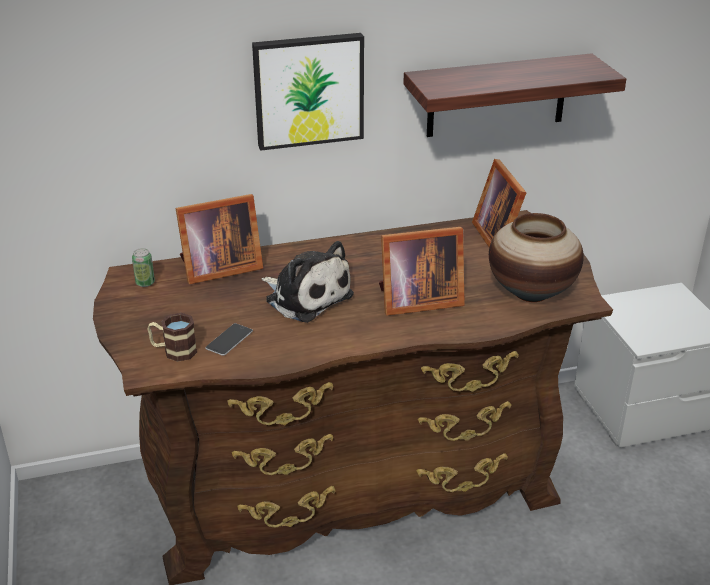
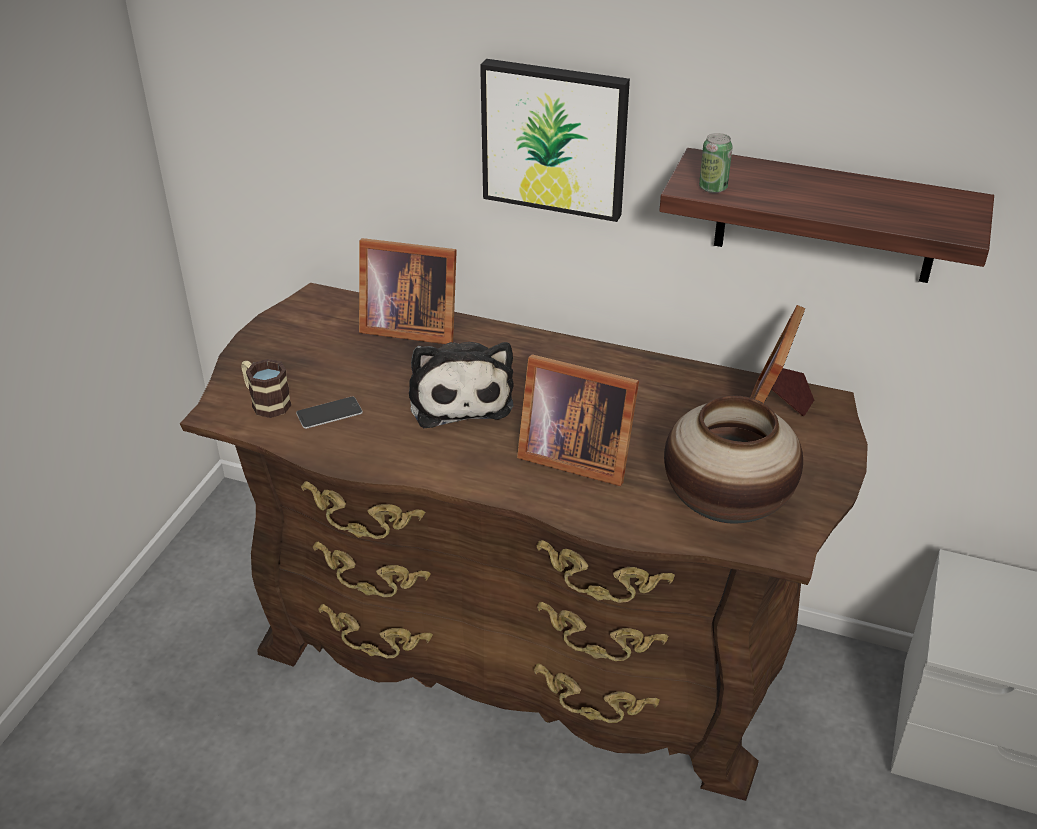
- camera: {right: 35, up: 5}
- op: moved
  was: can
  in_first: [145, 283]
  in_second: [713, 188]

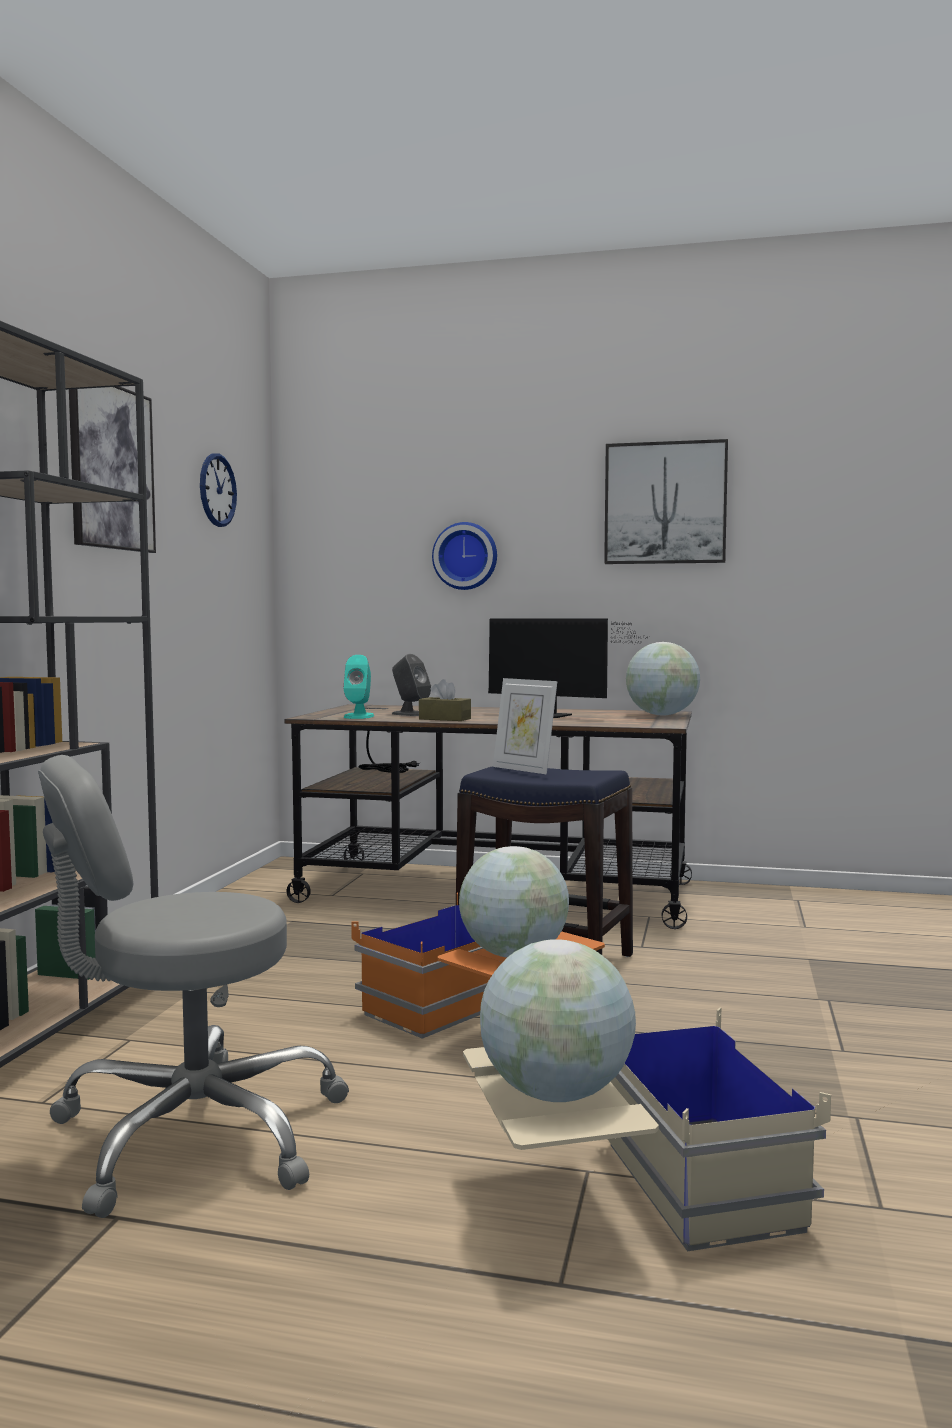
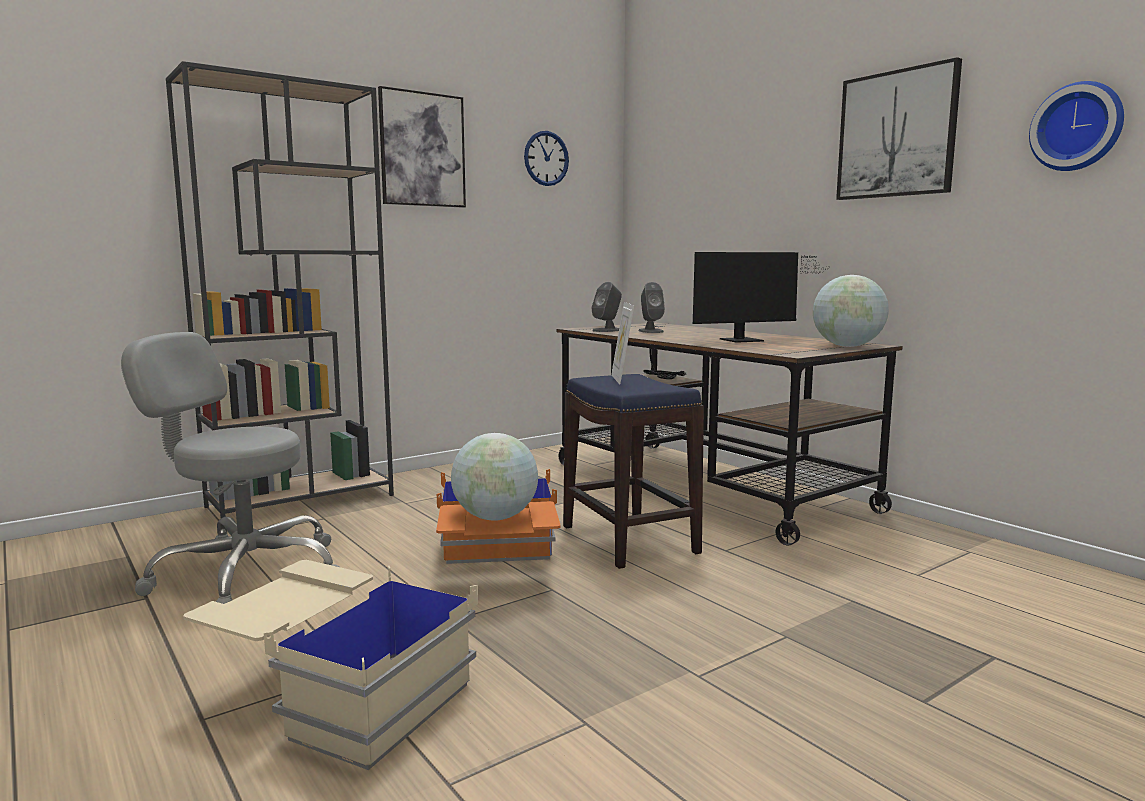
- camera: {right: 40, up: 5}
- op: removed
  was: brown tissue box
  in_first: [445, 719]
- op: removed
  was: globe
  in_first: [556, 1094]
- op: moved
  was: wall clock
  in_first: [466, 556]
  in_second: [1078, 127]
- op: recoloured
  was: turquoise speaker
  now: grey speaker
  in_first: [359, 716]
  in_second: [607, 330]
- op: turned
  was: monitor
  in_first: [553, 716]
  in_second: [747, 340]
  clockwise: -90

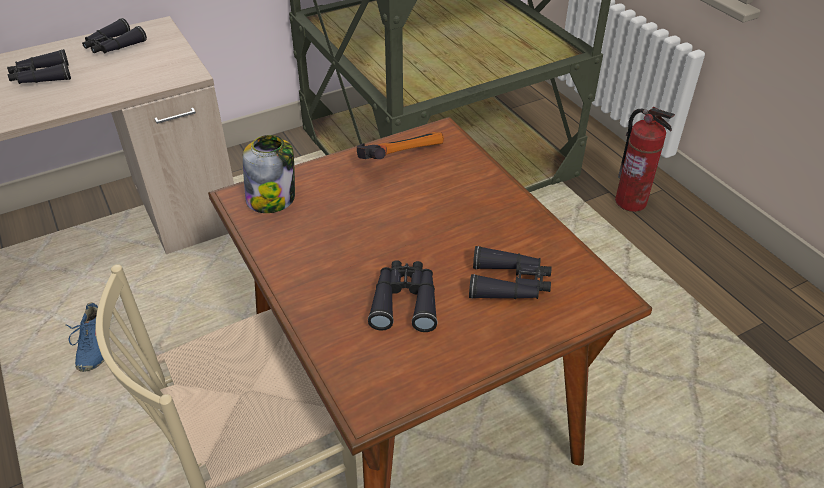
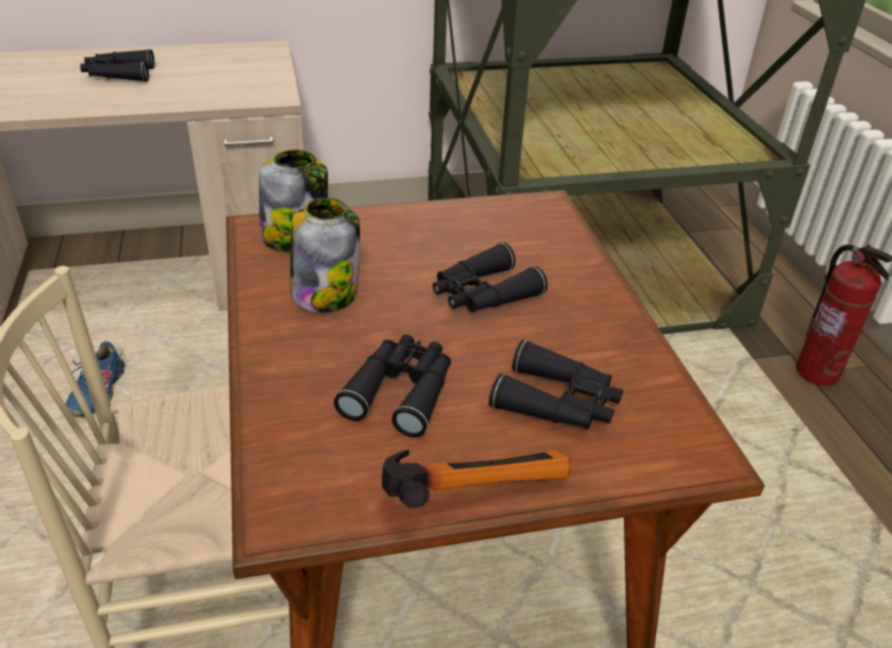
- camera: {right: 15, up: -5}
- op: added
  now: jar
  in_second: [325, 293]
- op: moved
  was: black binoculars
  in_first: [113, 46]
  in_second: [483, 294]
- op: moved
  was: hammer
  in_first: [398, 157]
  in_second: [471, 488]

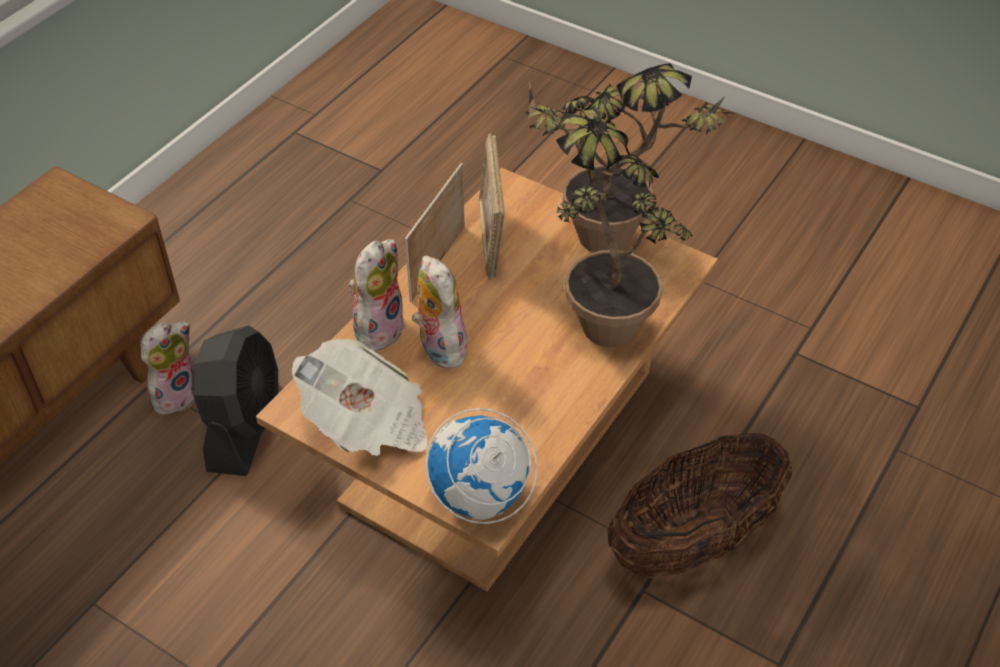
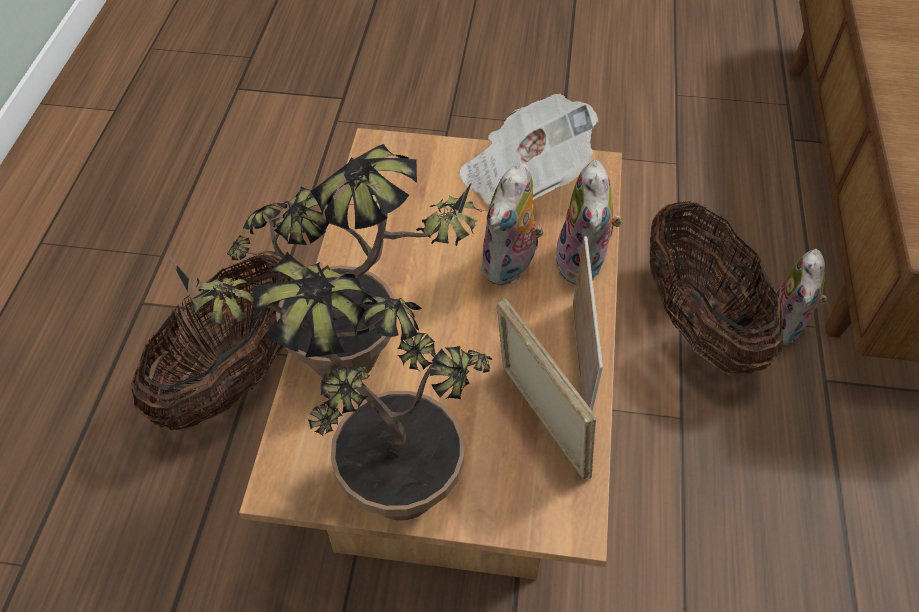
- camera: {right: 155, up: 5}
- op: removed
  was: globe
  in_first: [479, 497]
- op: replaced
  was: black fan
  now: basket
  in_first: [244, 425]
  in_second: [698, 323]
- op: turned
  was: plush toy
  in_first: [439, 347]
  in_second: [510, 266]
  clockwise: 75

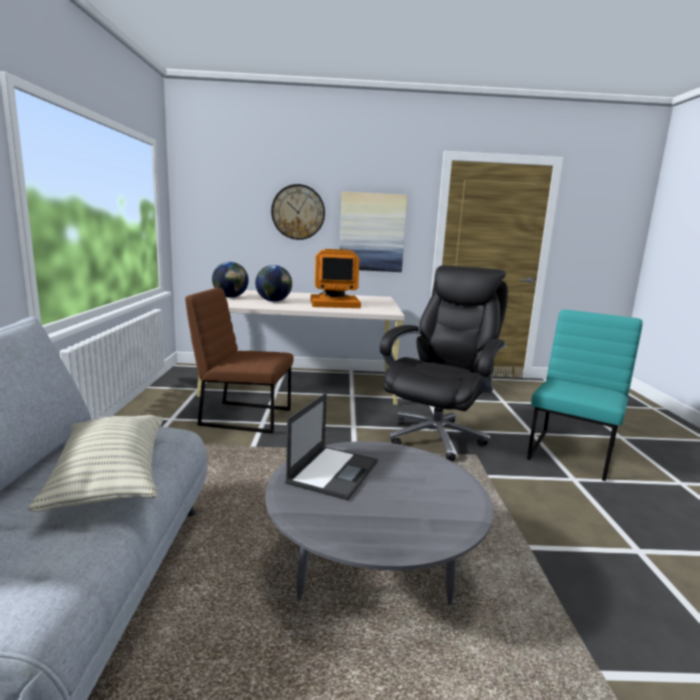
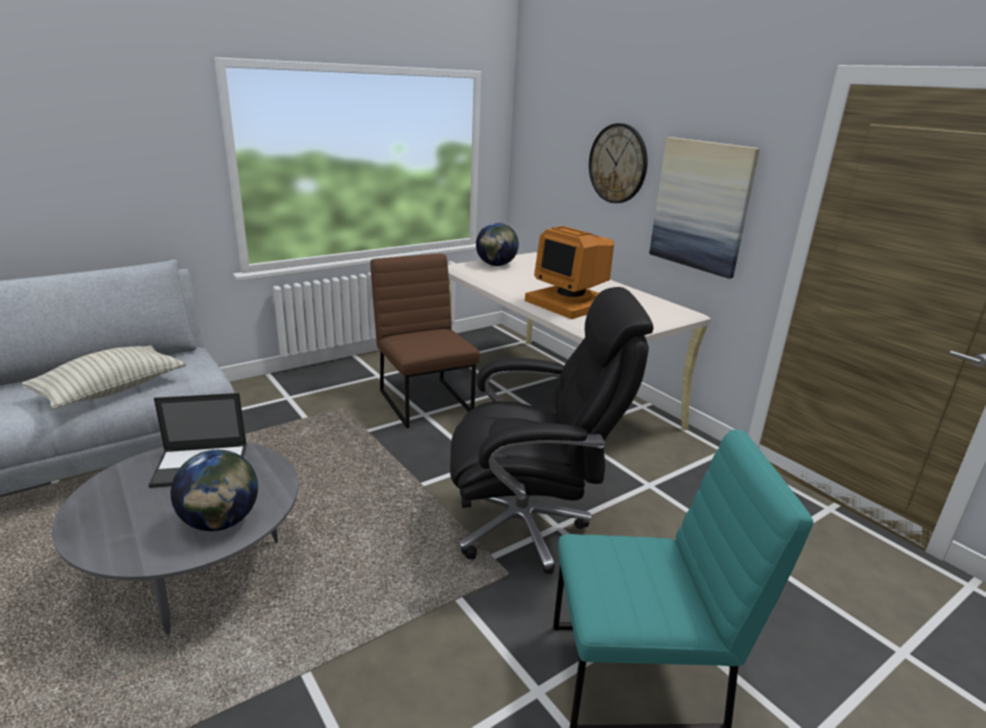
- camera: {right: 55, up: 10}
- op: moved
  was: globe
  in_first: [274, 301]
  in_second: [221, 522]

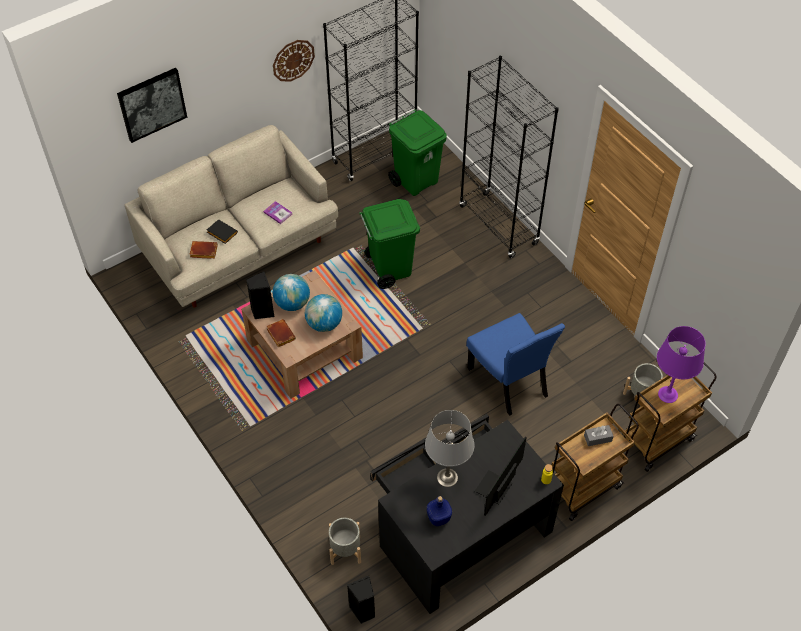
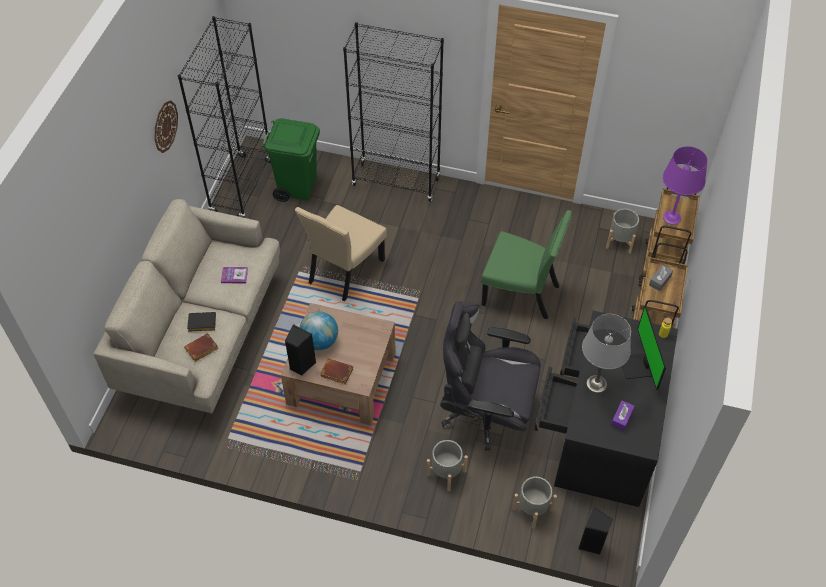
- camera: {right: -40, up: 0}
- op: removed
  was: picture
  in_first: [152, 104]
- op: removed
  was: globe
  in_first: [324, 324]
- op: added
  now: grey planter
  in_second: [446, 473]
- op: added
  now: black office chair
  in_second: [488, 413]
- op: replaced
  was: green trash can
  now: beige chair
  in_first: [389, 268]
  in_second: [345, 269]
- op: replaced
  was: blue bottle
  now: purple tissue box
  in_first: [438, 518]
  in_second: [621, 418]
- op: recoloured
  was: blue chair
  now: green chair
  in_first: [508, 379]
  in_second: [519, 293]

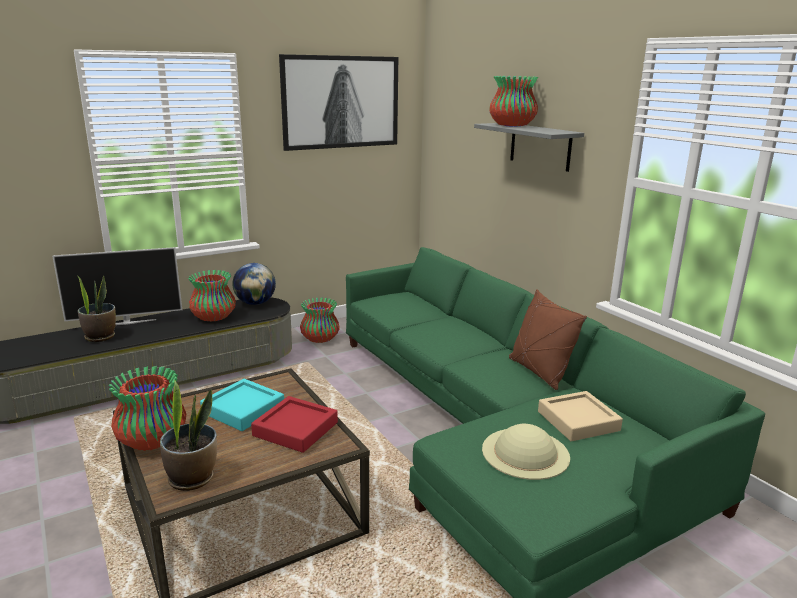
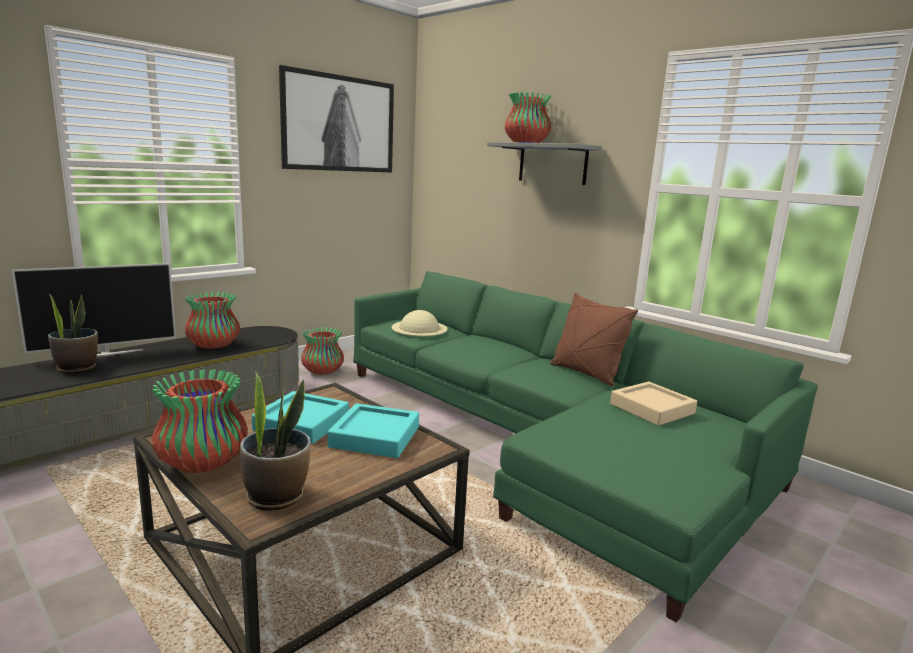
- camera: {right: -15, up: -5}
- op: removed
  was: globe
  in_first: [255, 303]
- op: moved
  was: beige hat
  in_first: [525, 453]
  in_second: [419, 328]
- op: recoloured
  was: red tray
  now: turquoise tray
  in_first: [295, 429]
  in_second: [375, 437]

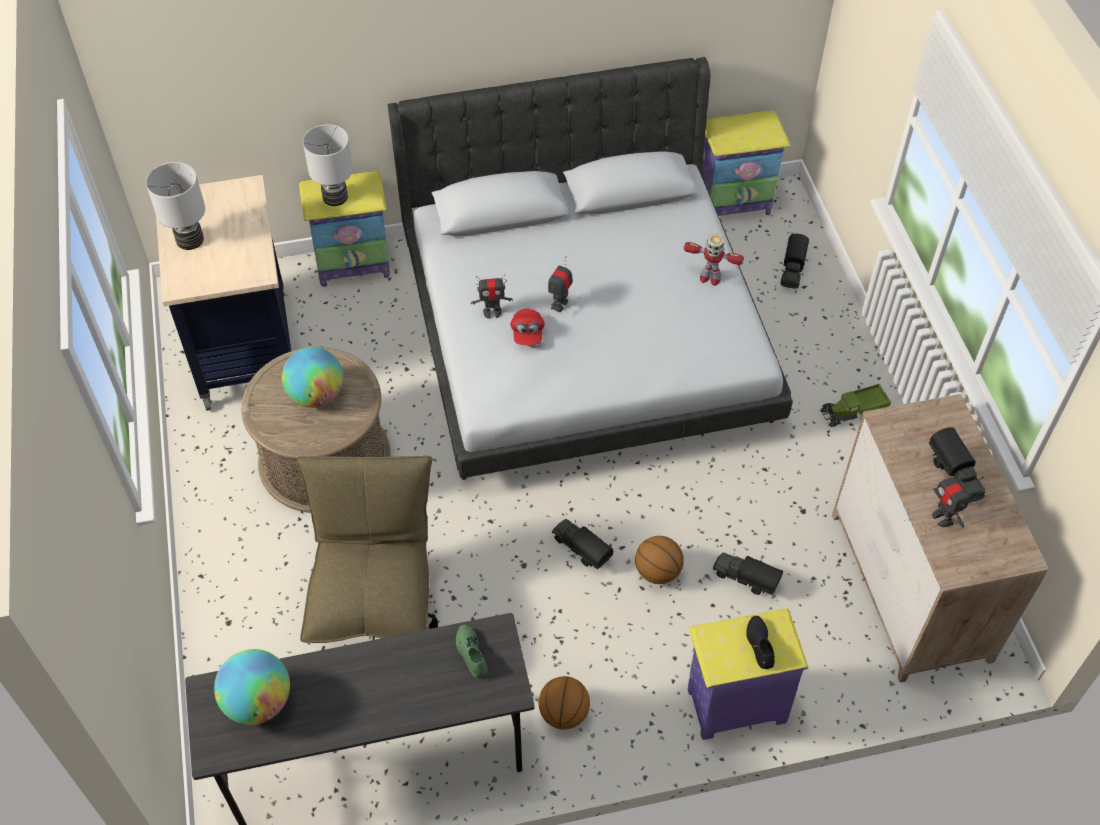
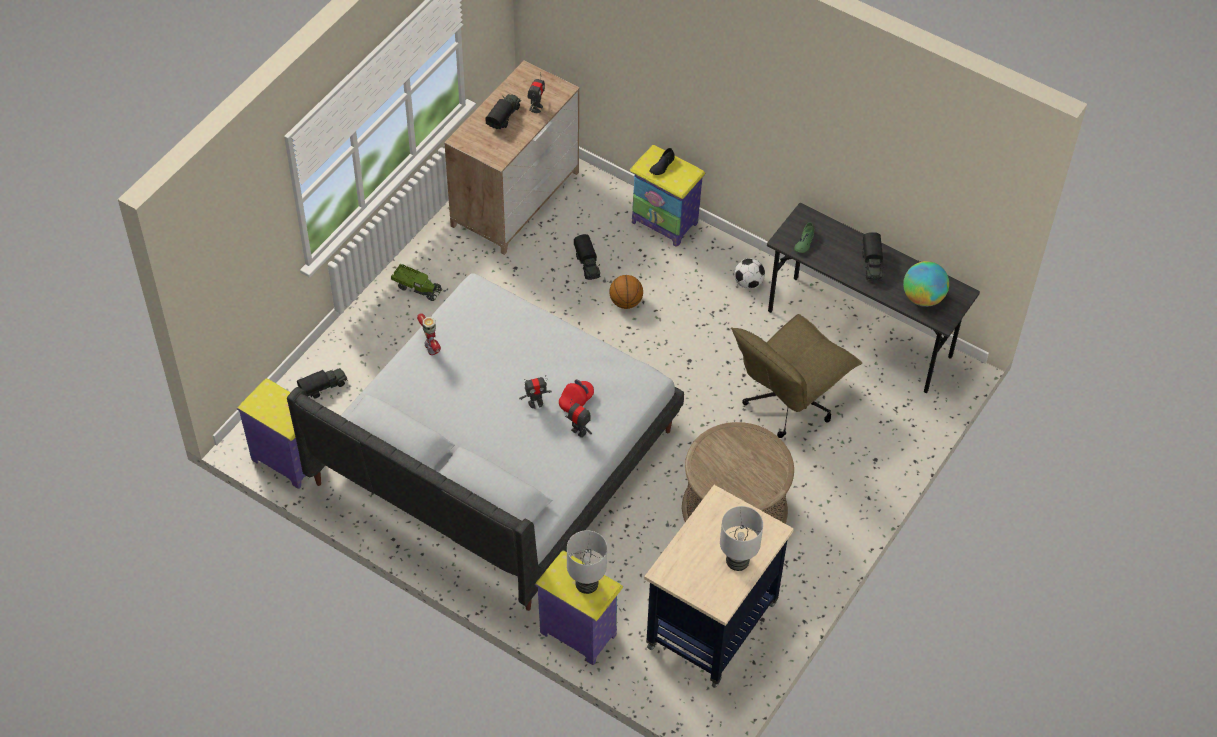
- camera: {right: -135, up: 0}
- op: removed
  was: globe
  in_first: [316, 395]
- op: moved
  was: toy truck
  in_first: [581, 549]
  in_second: [872, 265]
- op: replaced
  was: basketball
  now: football
  in_first: [563, 713]
  in_second: [748, 283]

